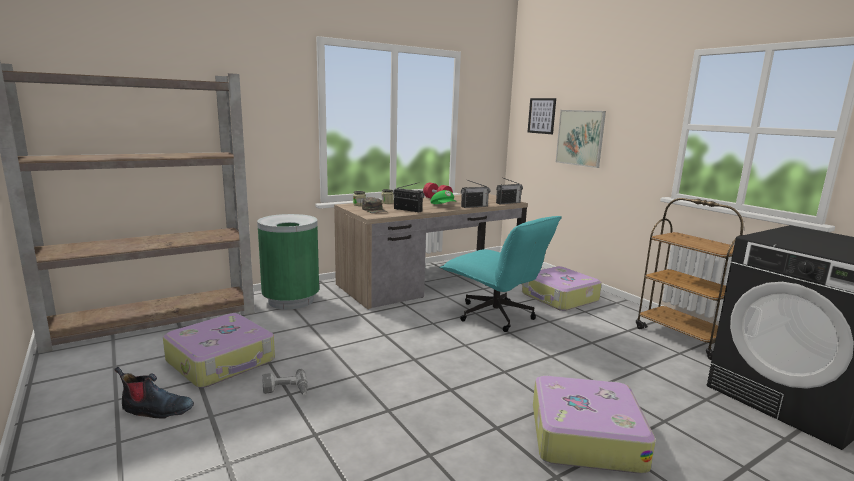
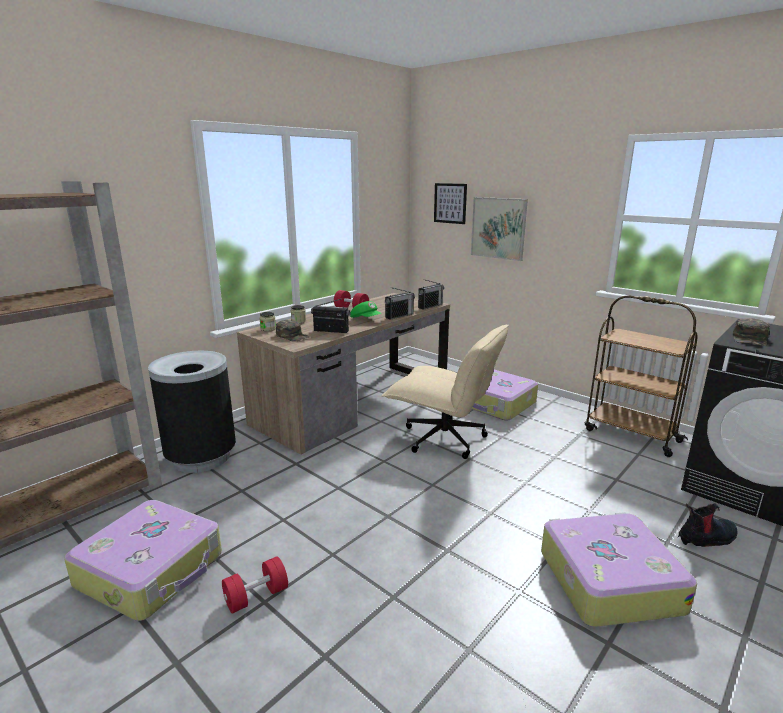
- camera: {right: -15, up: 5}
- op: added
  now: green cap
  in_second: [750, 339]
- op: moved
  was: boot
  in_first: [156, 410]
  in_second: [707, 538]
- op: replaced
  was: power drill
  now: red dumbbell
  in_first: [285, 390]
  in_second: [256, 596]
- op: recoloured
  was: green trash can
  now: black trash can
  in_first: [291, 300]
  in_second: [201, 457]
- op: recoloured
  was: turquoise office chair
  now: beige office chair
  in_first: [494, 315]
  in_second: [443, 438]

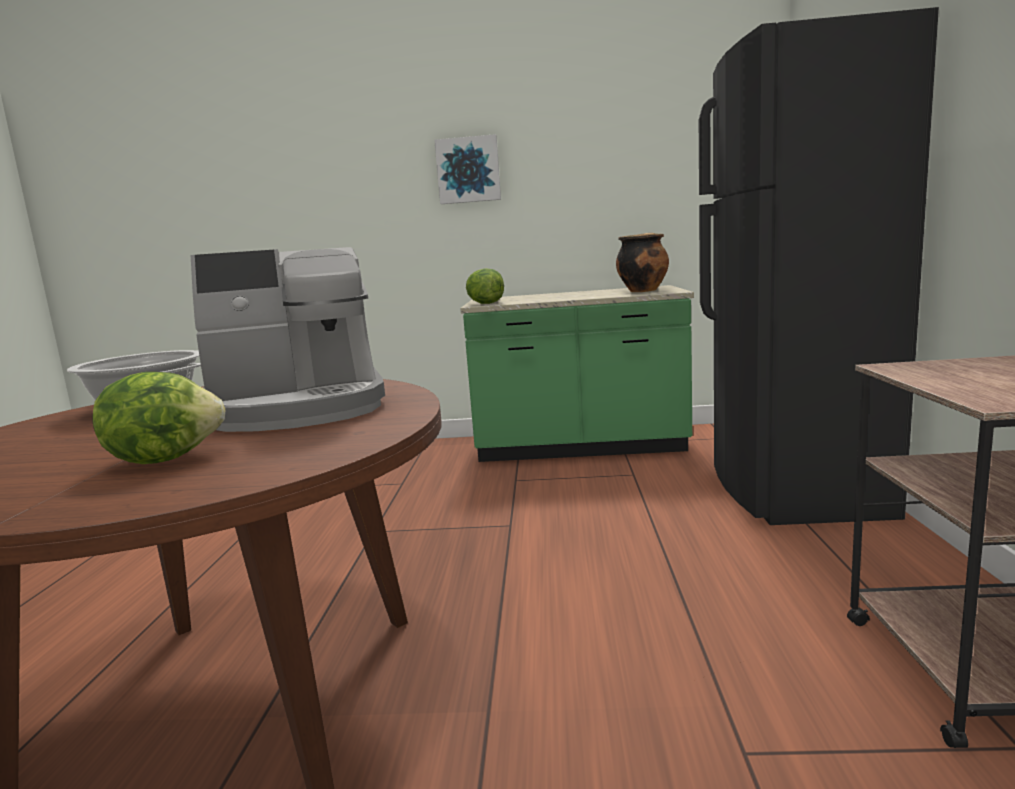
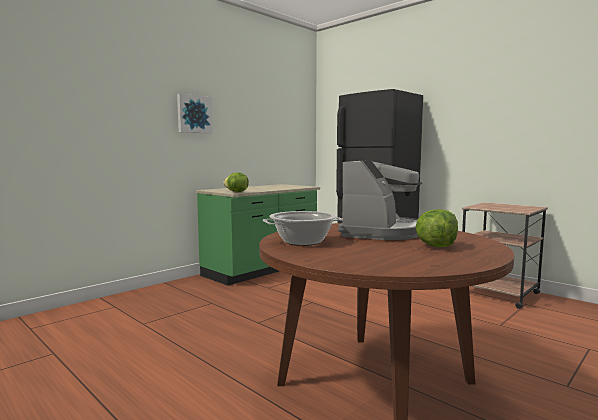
- camera: {right: -50, up: -5}
- op: removed
  was: cooking pot
  in_first: [642, 291]

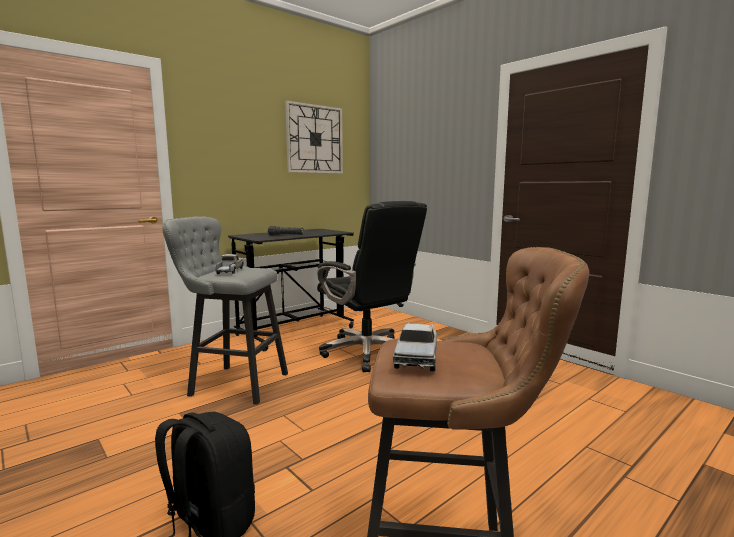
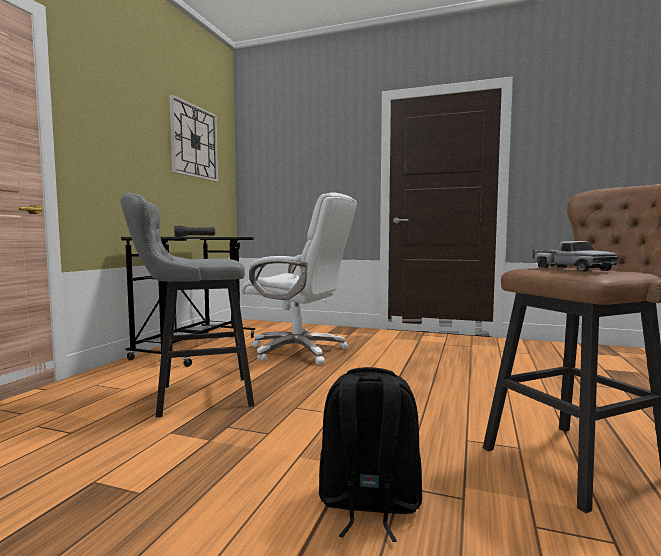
- camera: {right: -30, up: -5}
- op: removed
  was: toy truck
  in_first: [229, 271]
- op: recoloured
  was: black office chair
  now: white office chair
  in_first: [368, 352]
  in_second: [298, 351]

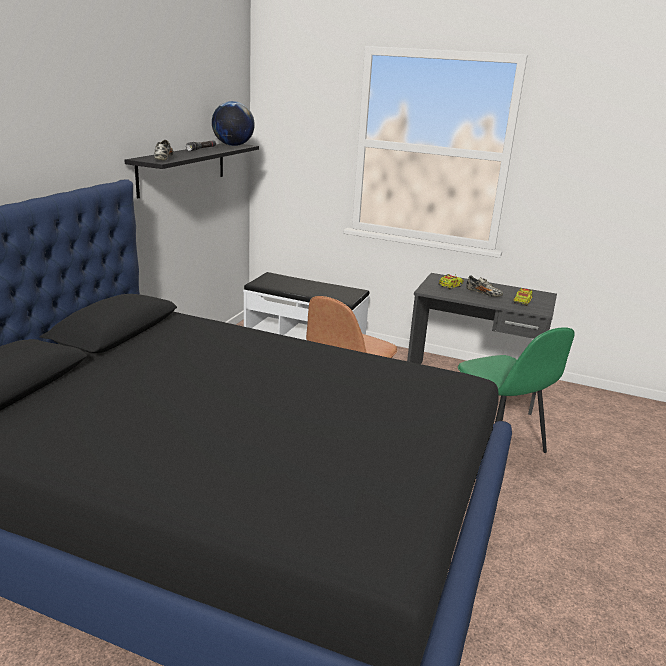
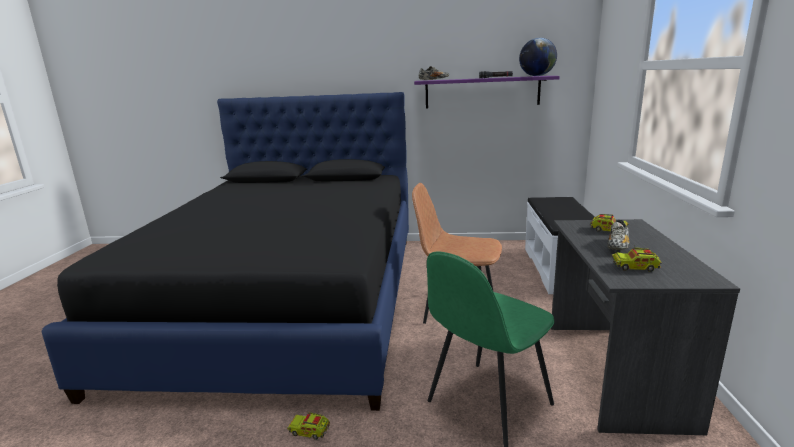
- camera: {right: 75, up: -5}
- op: added
  now: toy truck
  in_second: [309, 431]
- op: recoloured
  was: black shelf
  now: purple shelf
  in_first: [183, 168]
  in_second: [482, 92]

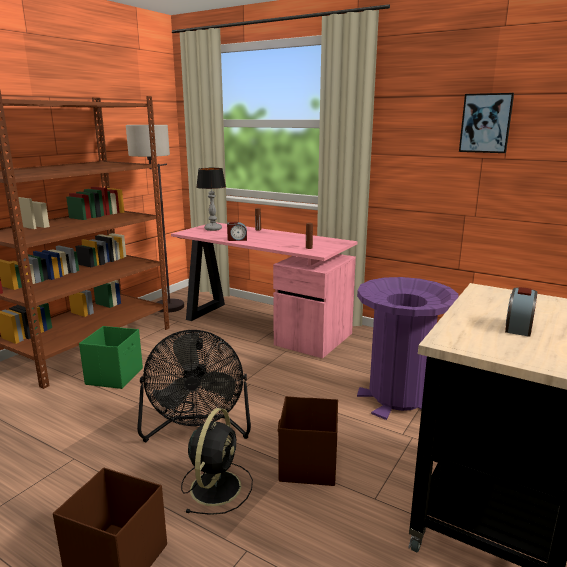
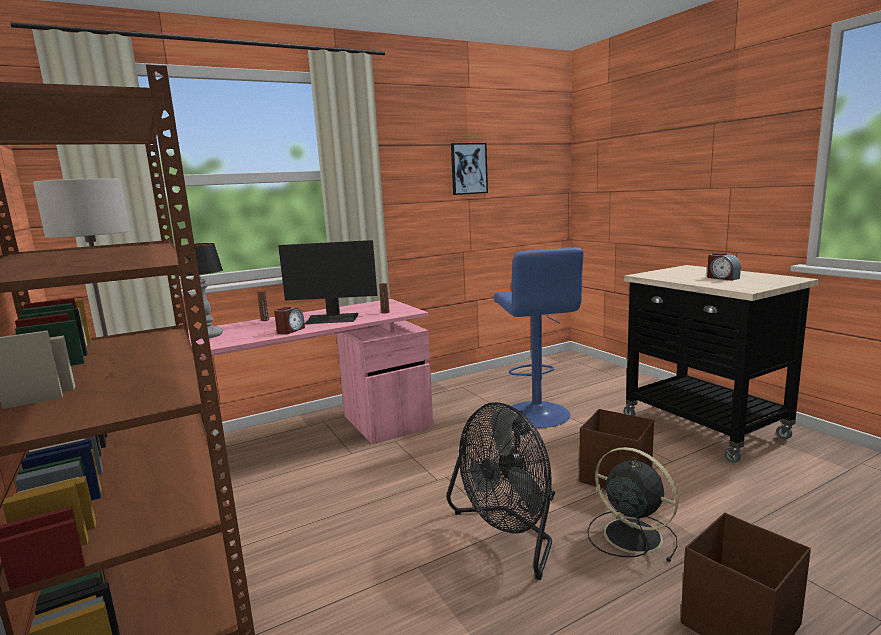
- camera: {right: -60, up: -5}
- op: removed
  was: green storage box
  in_first: [115, 376]
- op: added
  now: monitor
  in_second: [332, 319]
- op: replaced
  was: purple trash can
  now: blue stool
  in_first: [398, 398]
  in_second: [537, 414]
- op: turned
  was: black fan
  in_first: [194, 427]
  in_second: [510, 530]
  clockwise: 120

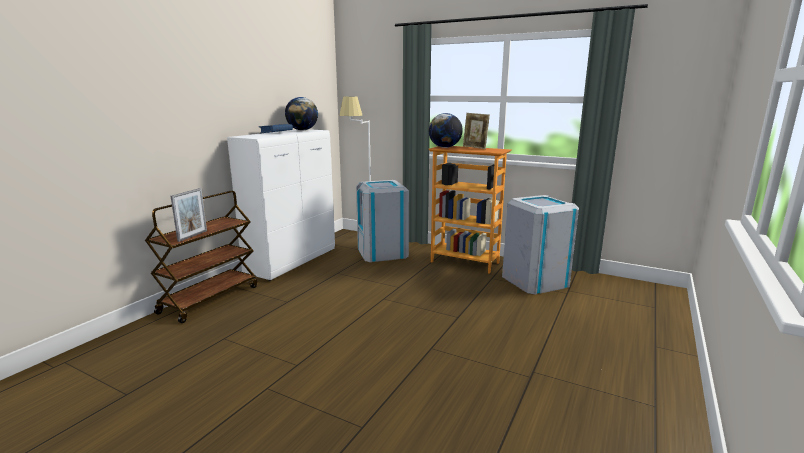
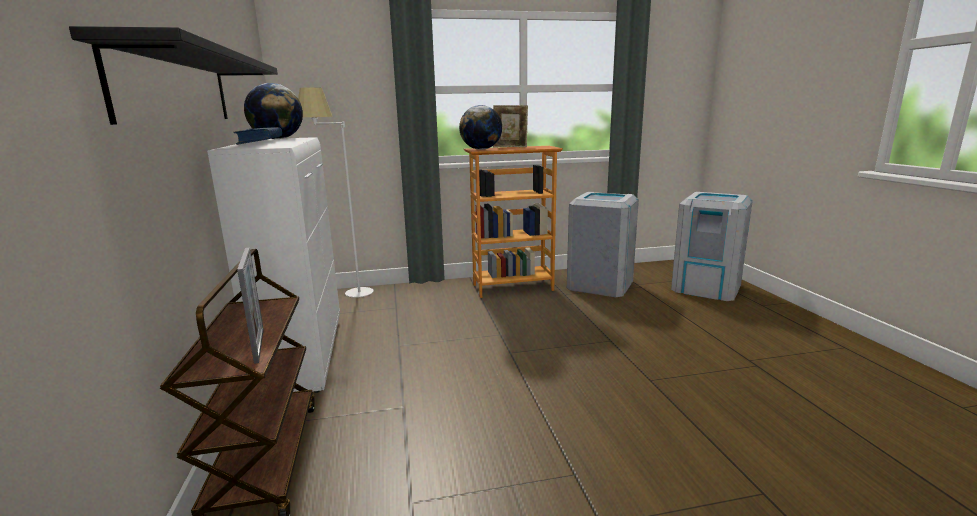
- camera: {right: -40, up: 0}
- op: added
  now: black shelf
  in_second: [177, 88]
- op: moved
  was: grey trash can
  in_first: [382, 252]
  in_second: [706, 287]

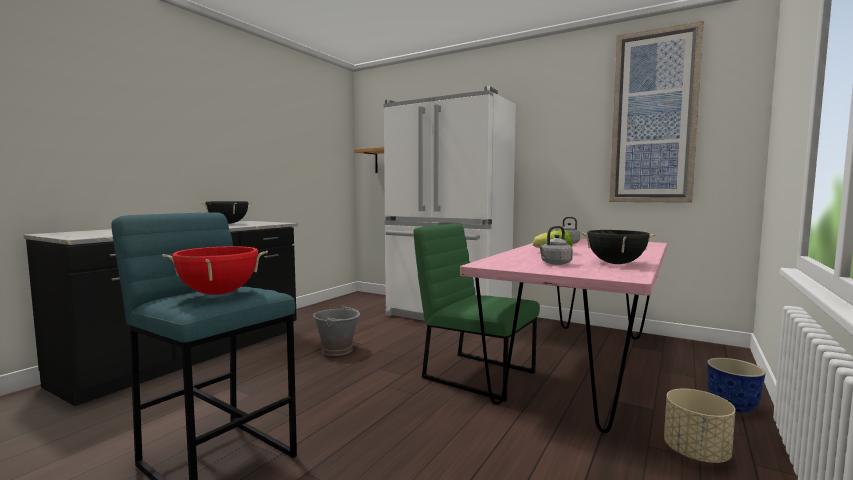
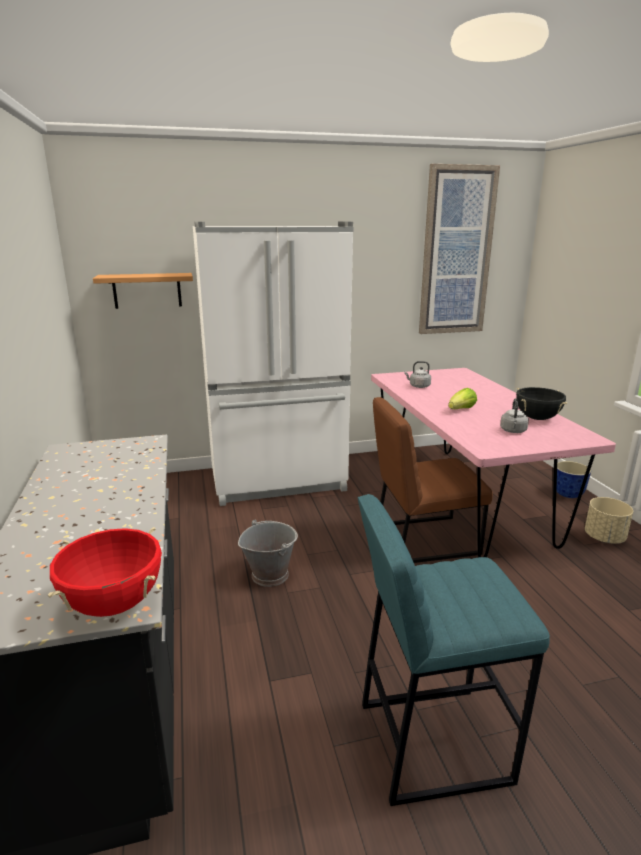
- camera: {right: -45, up: 15}
- op: removed
  was: black cooking pot
  in_first: [228, 223]
- op: moved
  was: red cooking pot
  in_first: [218, 293]
  in_second: [114, 604]
- op: recoloured
  was: green chair
  now: brown chair
  in_first: [476, 374]
  in_second: [423, 539]

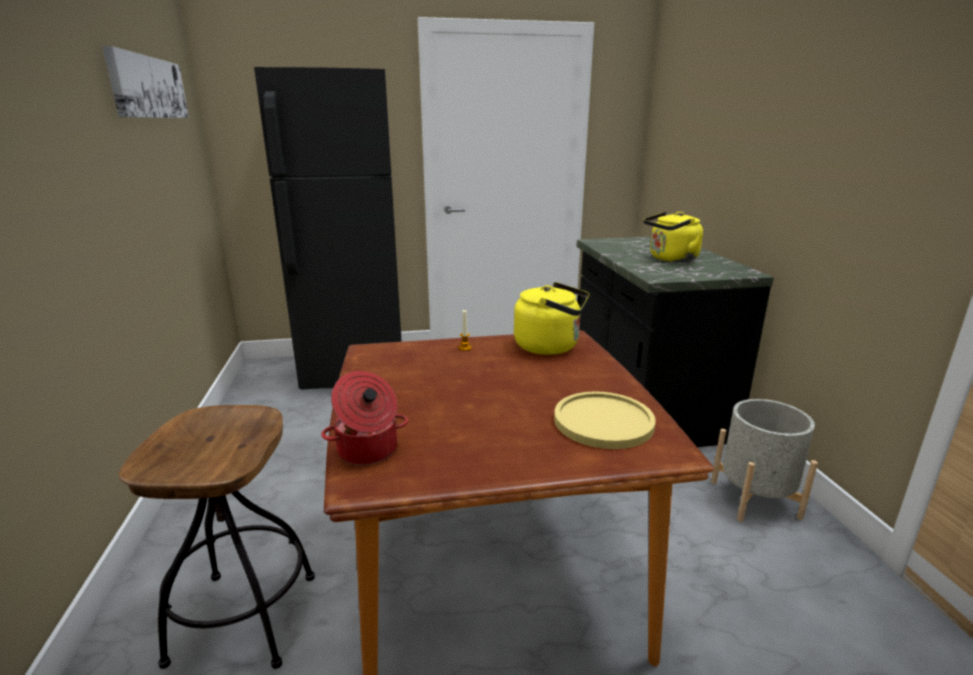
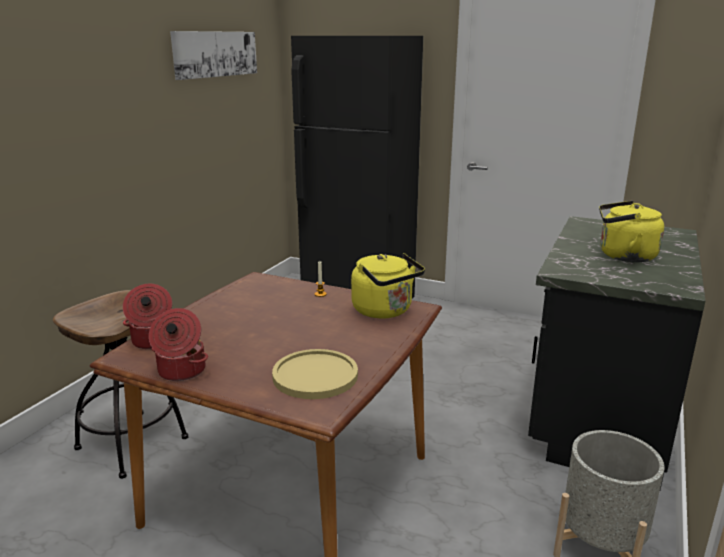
- camera: {right: 35, up: 0}
- op: added
  now: cooking pot
  in_second: [181, 371]

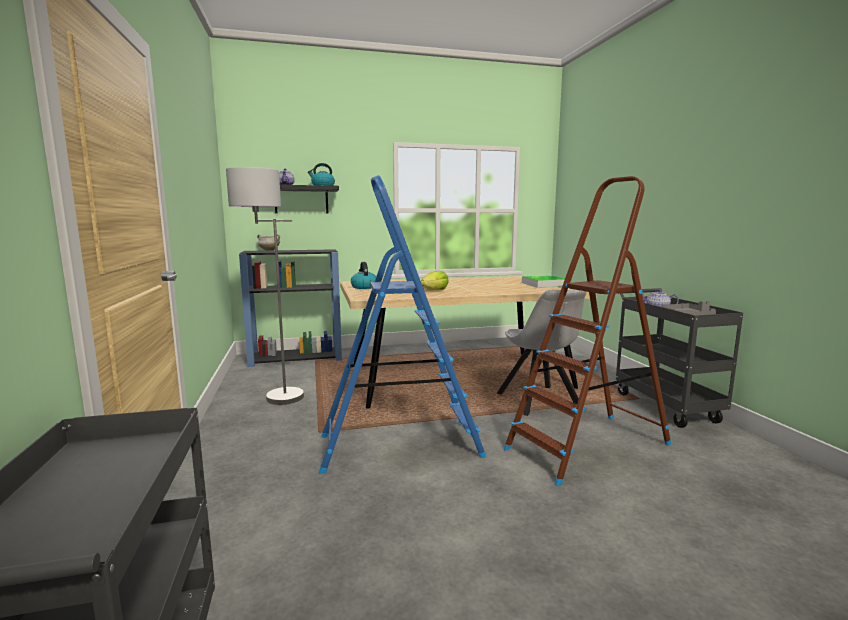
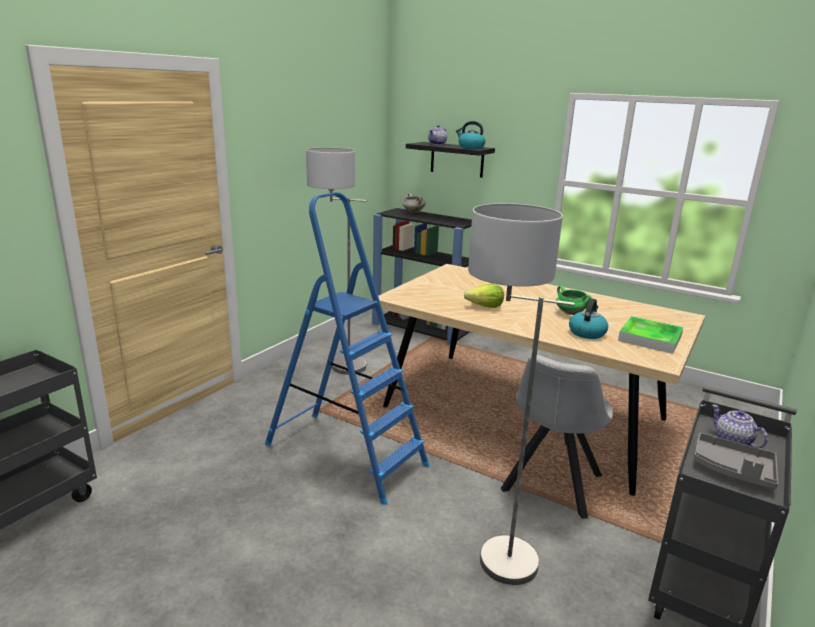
- camera: {right: 45, up: 10}
- op: added
  now: green cooking pot
  in_second: [570, 313]
- op: moved
  was: kettle
  in_first: [364, 287]
  in_second: [587, 332]
- op: replaced
  was: brown step ladder
  now: grey floor lamp
  in_first: [587, 447]
  in_second: [491, 558]

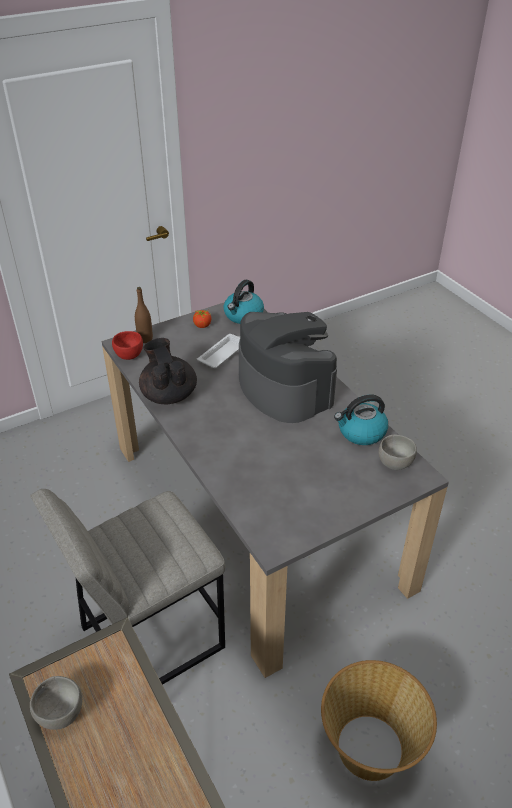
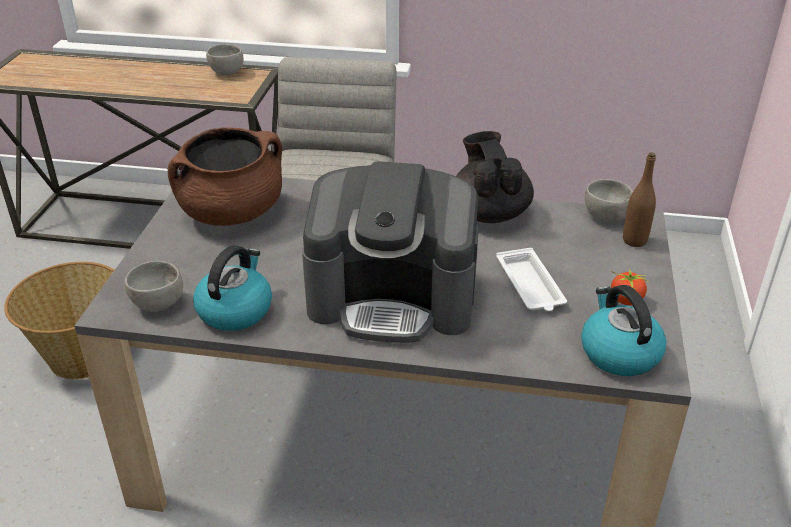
- camera: {right: 130, up: -5}
- op: added
  now: brown cooking pot
  in_second: [232, 212]
- op: recoloured
  was: red bowl
  now: grey bowl
  in_first: [130, 355]
  in_second: [606, 217]
- op: turned
  was: black teapot
  in_first: [168, 394]
  in_second: [489, 213]
  clockwise: -120

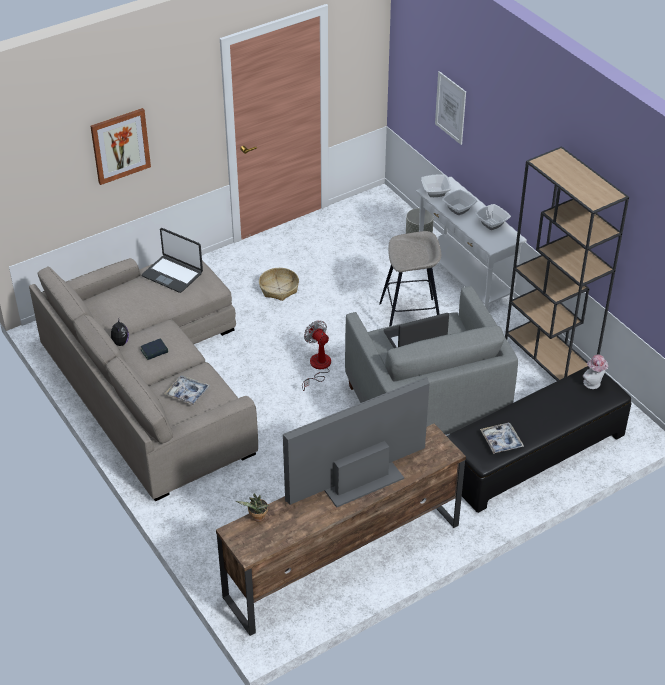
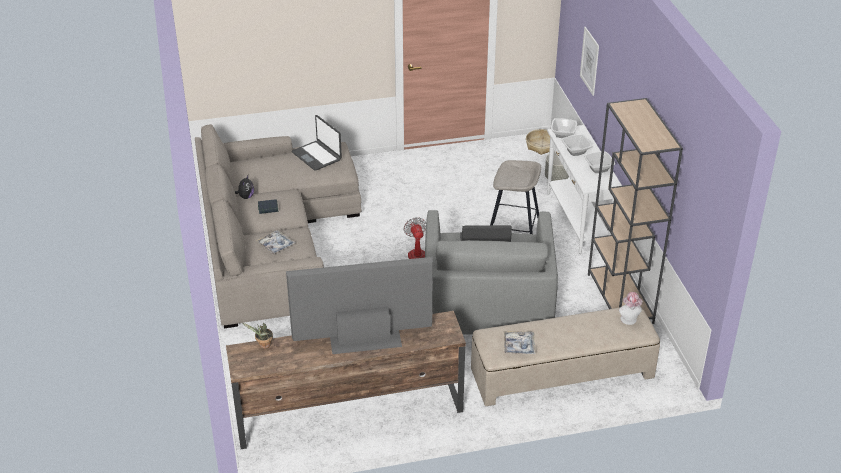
- camera: {right: 20, up: -5}
- op: removed
  was: picture
  in_first: [120, 145]
- op: moved
  was: basket
  in_first: [279, 288]
  in_second: [542, 146]
- op: recoloured
  was: black bench
  now: beige bench
  in_first: [534, 455]
  in_second: [561, 373]

